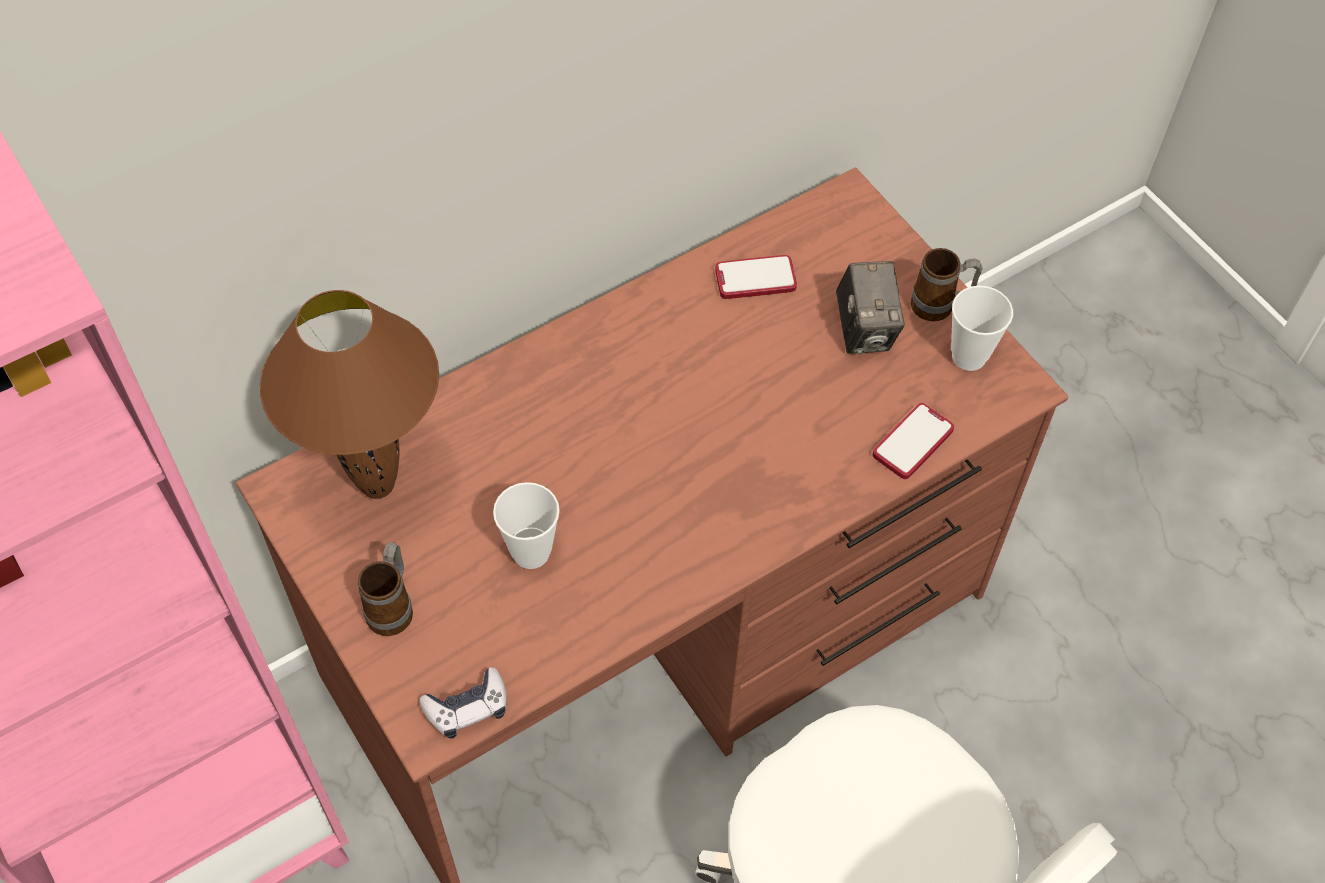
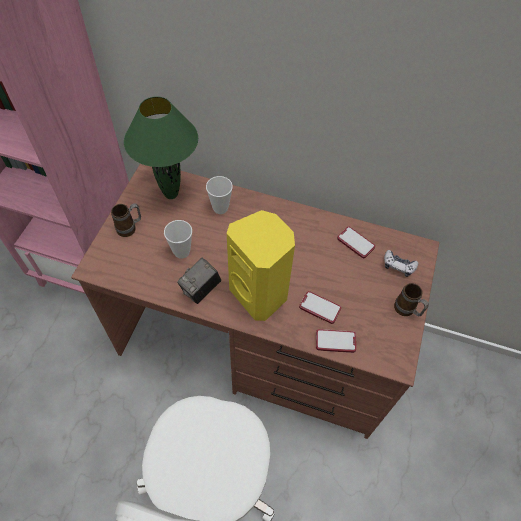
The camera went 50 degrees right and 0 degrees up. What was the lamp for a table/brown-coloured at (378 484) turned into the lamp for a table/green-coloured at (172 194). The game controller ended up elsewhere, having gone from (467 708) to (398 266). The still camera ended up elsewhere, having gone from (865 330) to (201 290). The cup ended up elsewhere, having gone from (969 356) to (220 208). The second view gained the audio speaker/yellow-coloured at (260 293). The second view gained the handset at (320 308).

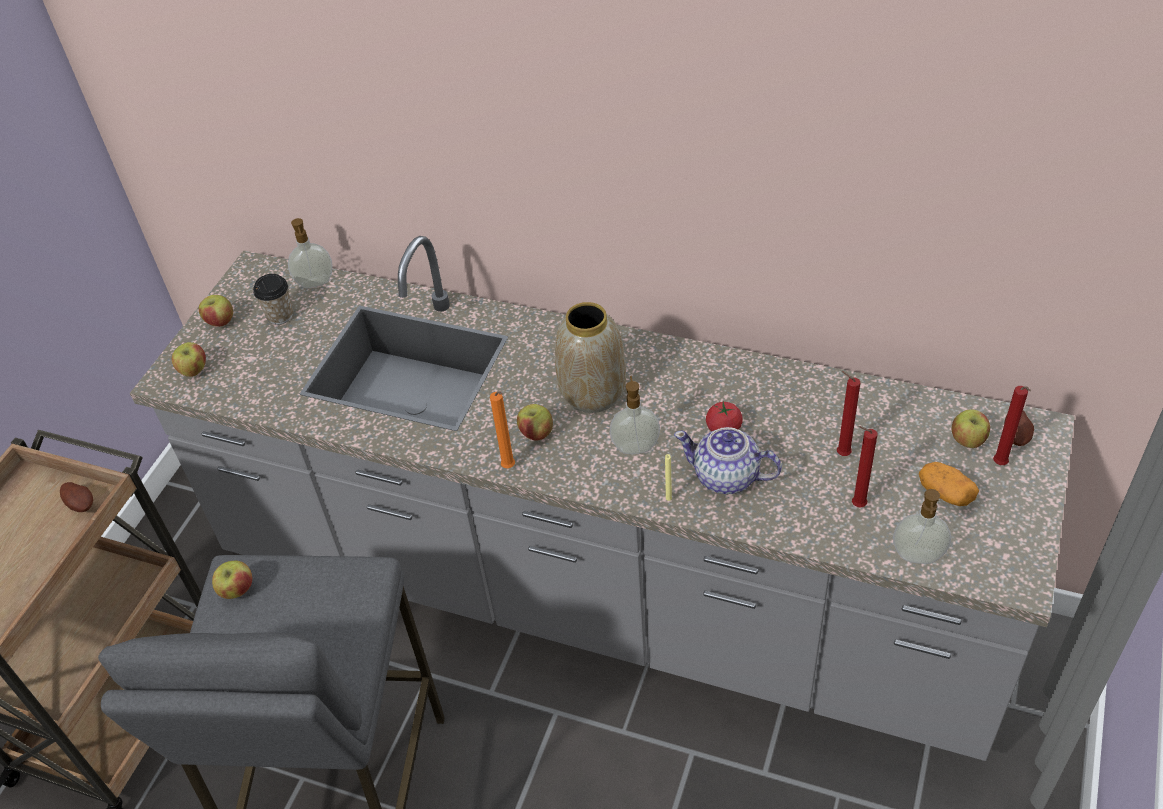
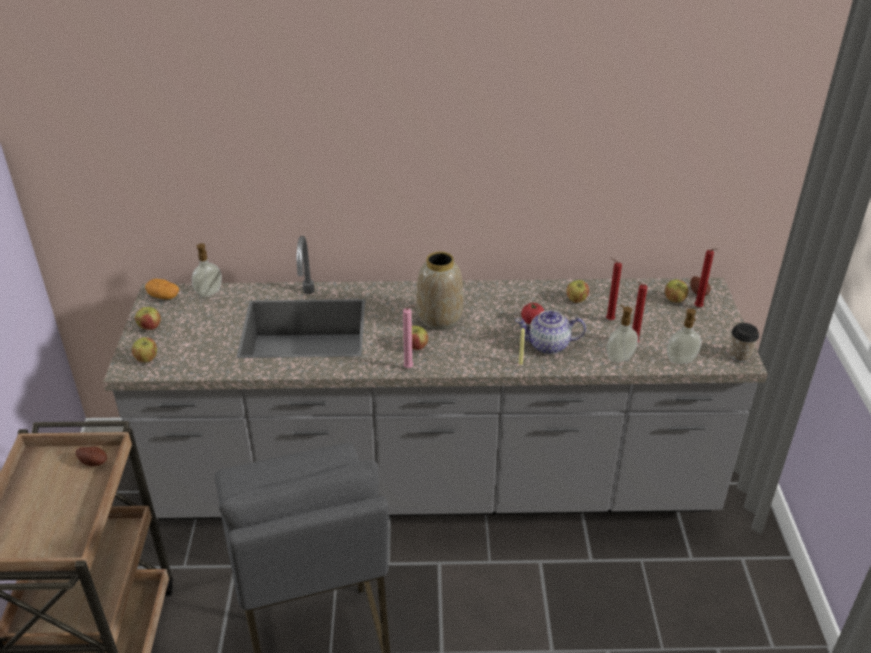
The camera went 25 degrees left and 10 degrees down. The apple fruit ended up elsewhere, having gone from (237 590) to (576 300). The cup ended up elsewhere, having gone from (280 315) to (739 356). What was the wax light/orange at (510 468) turned into the wax light/pink at (409 368). The soap dispenser ended up elsewhere, having gone from (635 446) to (619 358). The whole potato ended up elsewhere, having gone from (945 493) to (163 296).

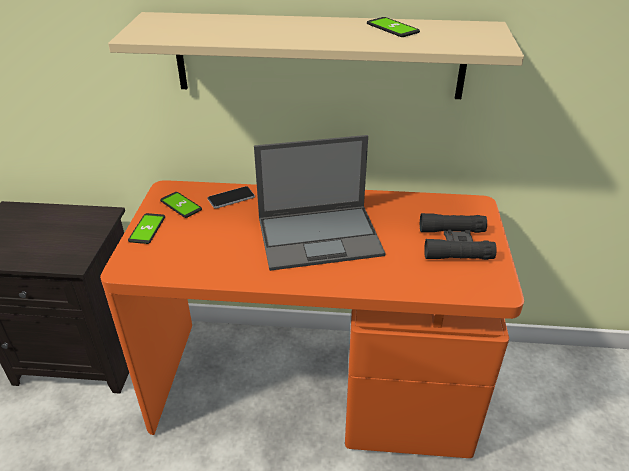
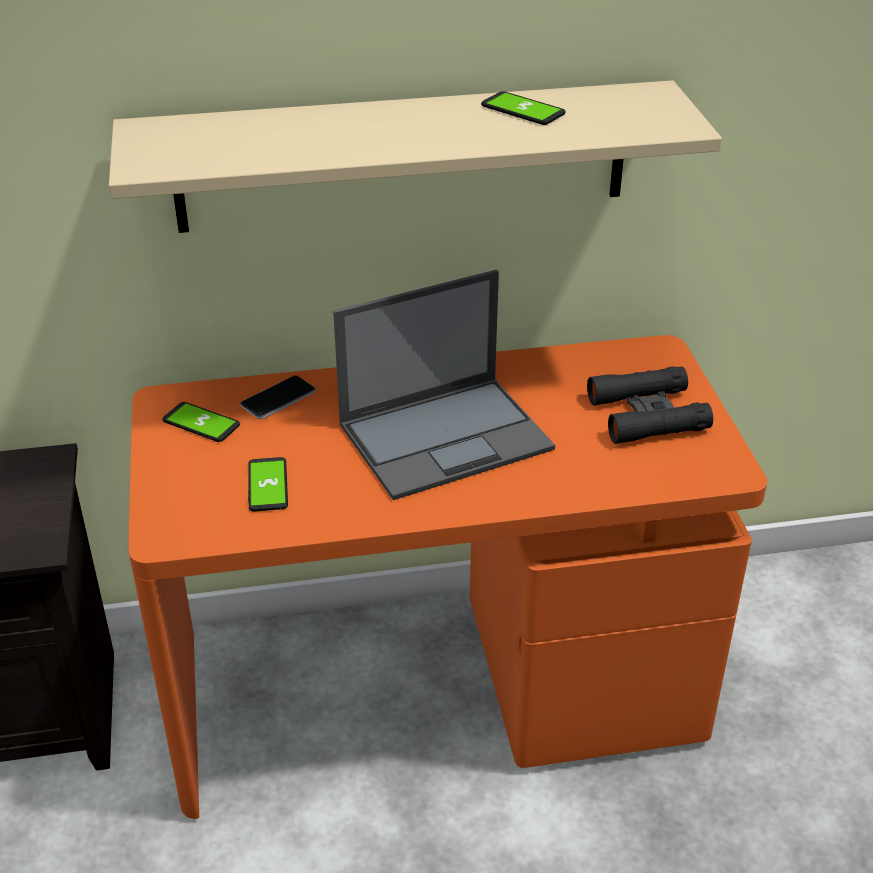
The camera went 15 degrees left and 0 degrees up. The handset ended up elsewhere, having gone from (147 229) to (267 485).

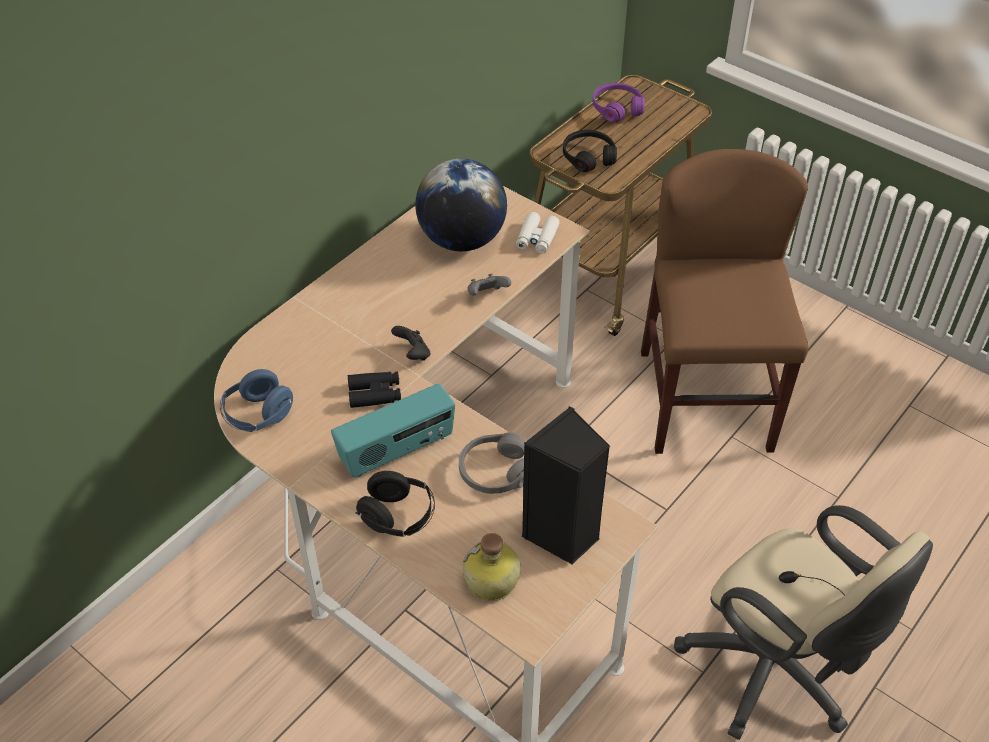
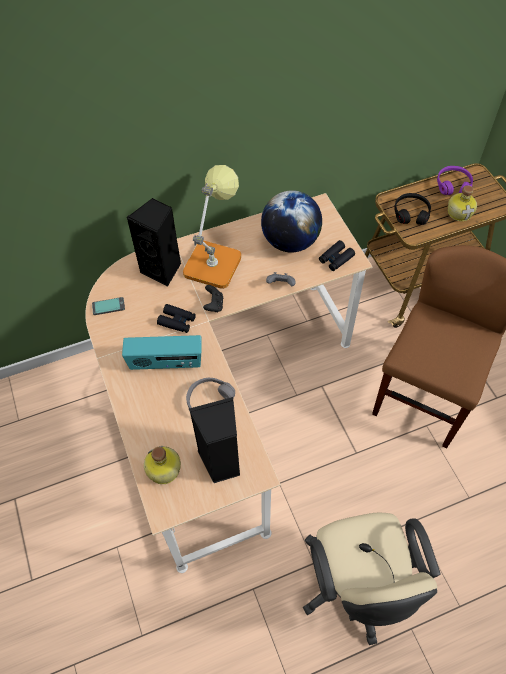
The camera went 30 degrees right and 10 degrees up. Where the headphones/blue-coloured stood at (258 415), the handset came to stand at (108 306). The second view lost the headphones/blackish at (398 517). What was the binoculars/whitish at (537 238) turned into the binoculars/blackish at (336 259). The second view gained the audio speaker/blackish at (163 269). The second view gained the lamp for a table at (215 259). The second view gained the beverage bottle at (460 212).

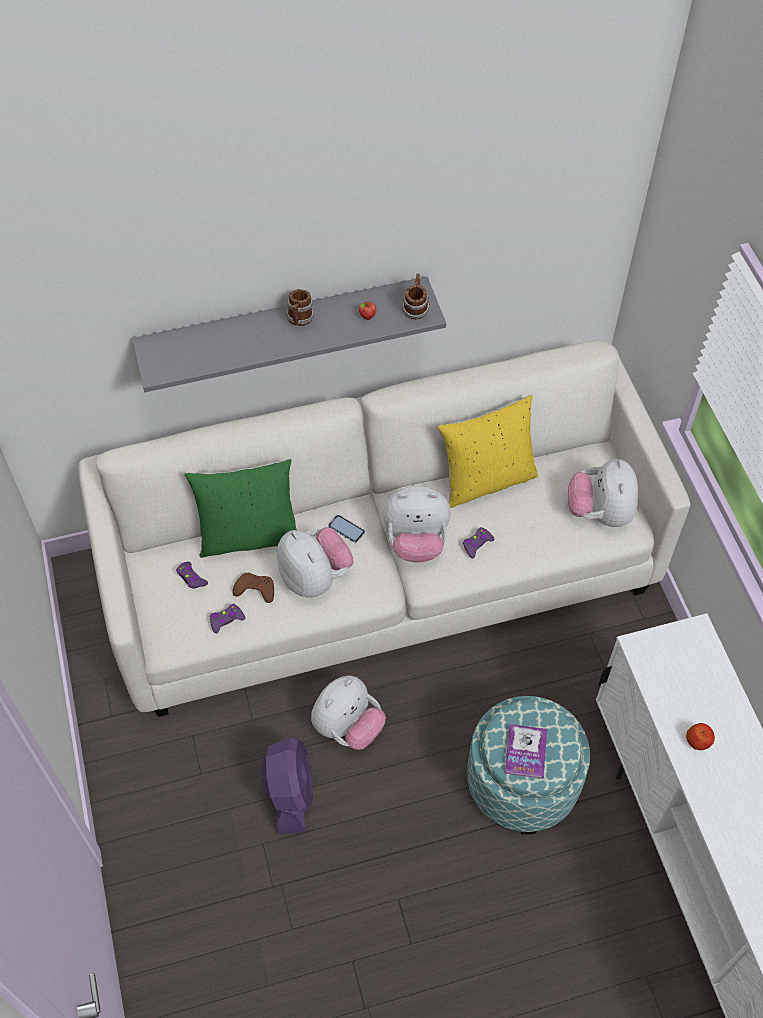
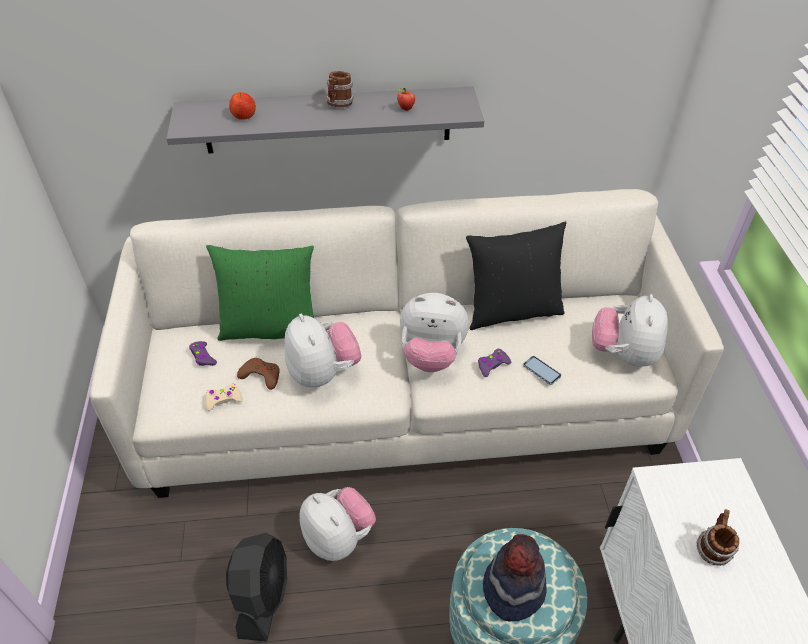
The camera went 10 degrees right and 10 degrees down. What was the game controller/purple-coloured at (226 620) turned into the game controller/beige at (224 399). What was the fan/purple-coloured at (290 792) turned into the fan/blackish at (263 596). The cuddly toy at (348 726) ended up facing another way, 90 degrees counterclockwise from before. The handset ended up elsewhere, having gone from (346 529) to (541 371). The tea mug ended up elsewhere, having gone from (415 309) to (712 549). What was the cushion/yellow-coloured at (486 479) turned into the cushion/blackish at (512 310). Where the book stood at (525 752), the clothing hat came to stand at (513 589). The apple fruit ended up elsewhere, having gone from (698 741) to (244 116).

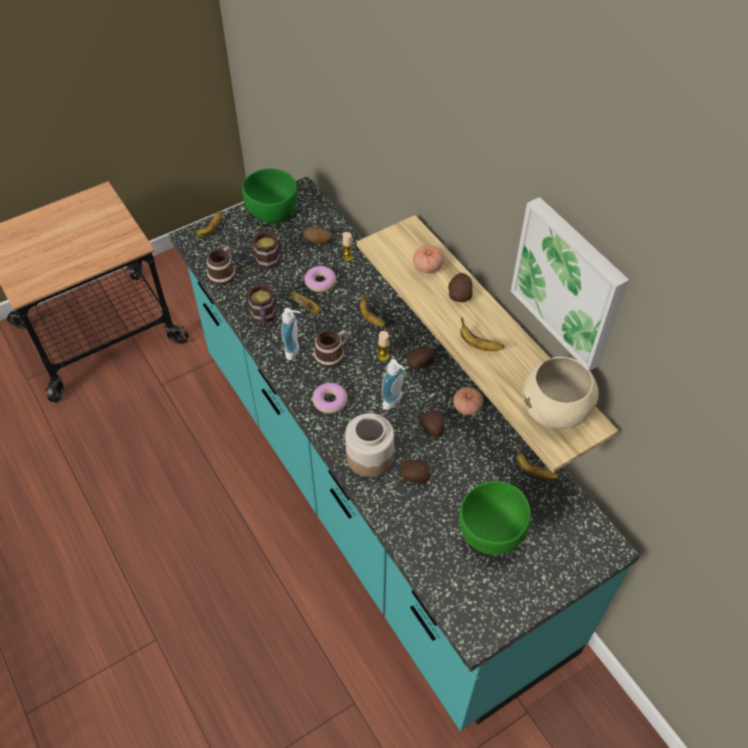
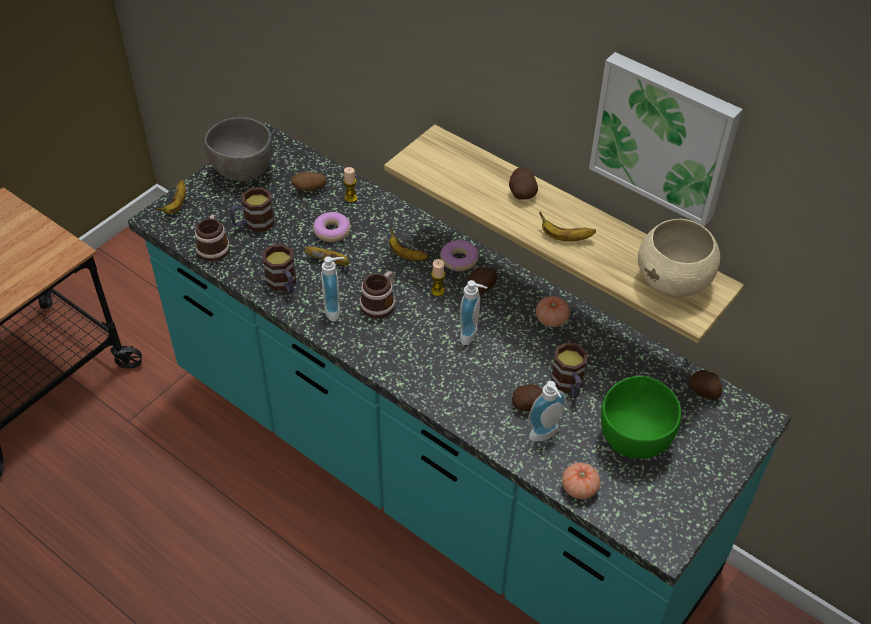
The camera went 20 degrees left and 5 degrees down. What was the bowl/green-coloured at (272 213) turned into the bowl/grey at (242 171). The donut ended up elsewhere, having gone from (330 401) to (459 260). The second view lost the storage jar at (369 456). The whole tomato ended up elsewhere, having gone from (427 266) to (579 488). The whole potato ended up elsewhere, having gone from (432 429) to (704 392). The second view lost the banana at (533 471). The second view gained the soap dispenser at (546 436). The second view gained the tea mug at (569 385).

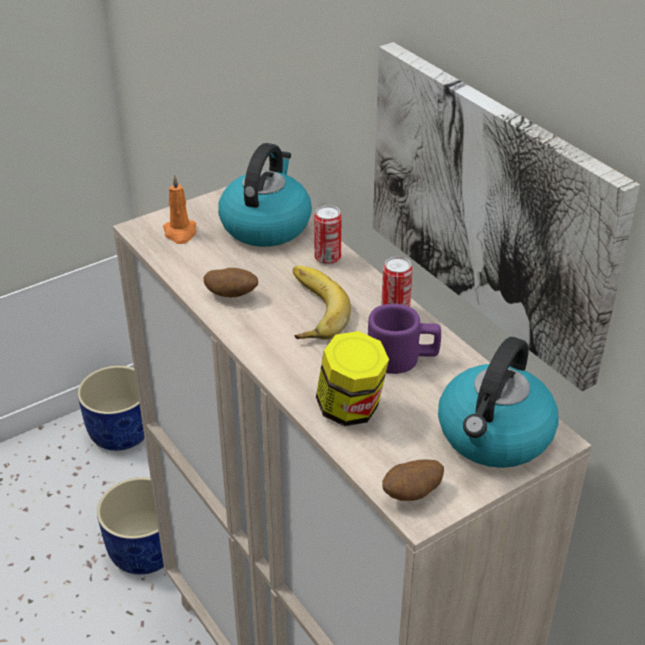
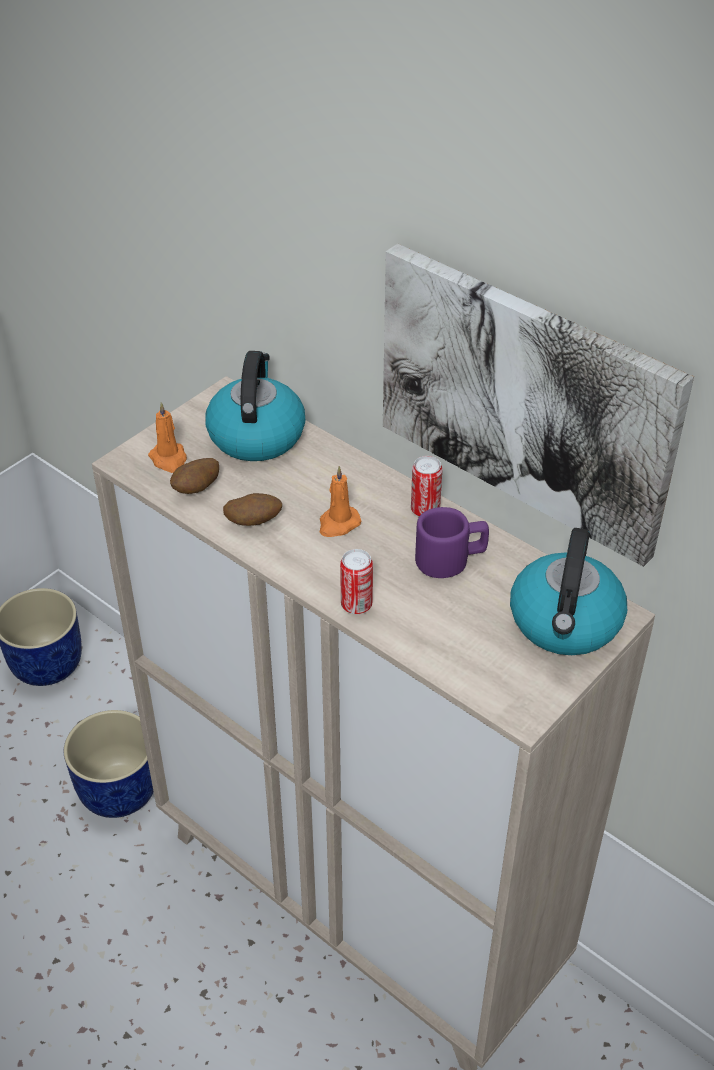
The camera went 15 degrees left and 5 degrees up. Where the banana stood at (308 310), the wax light/orange came to stand at (338 524). The can ended up elsewhere, having gone from (327 258) to (356 605). The second view lost the storage jar at (350 409). The whole potato ended up elsewhere, having gone from (412 494) to (197 489).

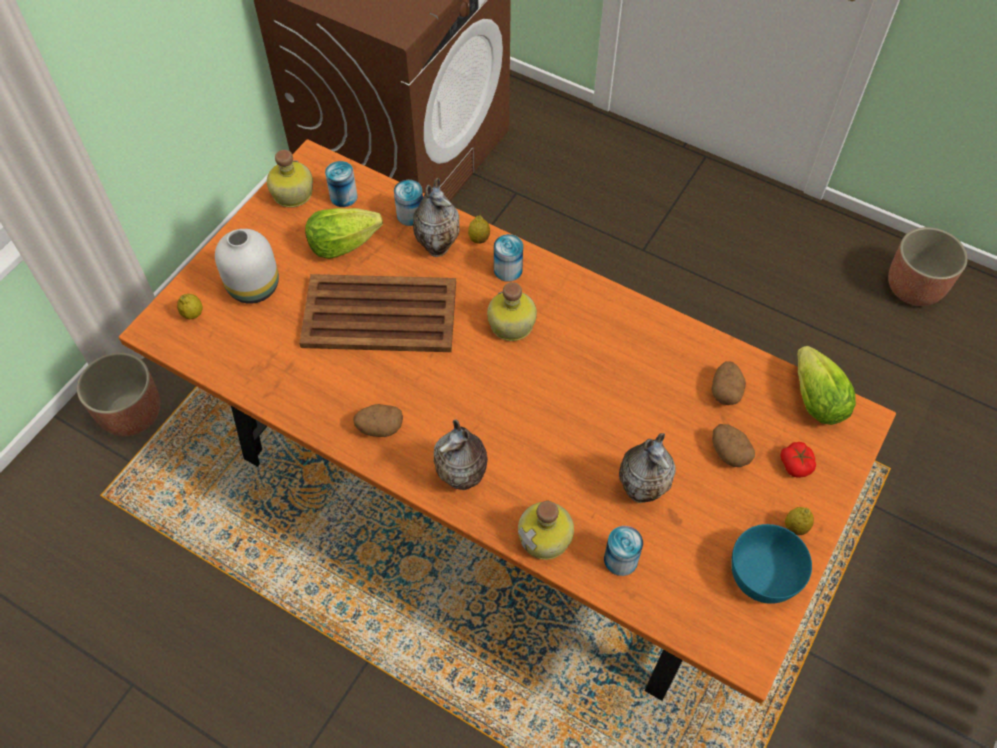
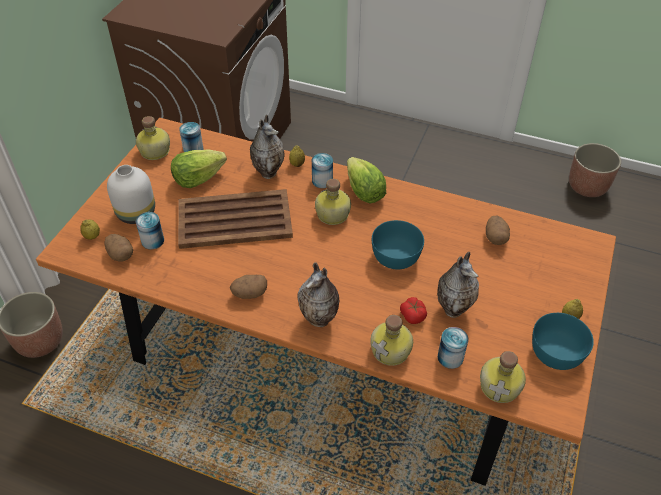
The camera went 10 degrees left and 10 degrees down. The can ended up elsewhere, having gone from (410 215) to (152 241). The whole potato ended up elsewhere, having gone from (729 452) to (120 254). The whole tomato ended up elsewhere, having gone from (796 464) to (413 315). The lettuce ended up elsewhere, having gone from (816 400) to (364 192). The second view gained the bowl/turquoise-coloured at (396 257). The second view gained the beverage bottle at (500 386).

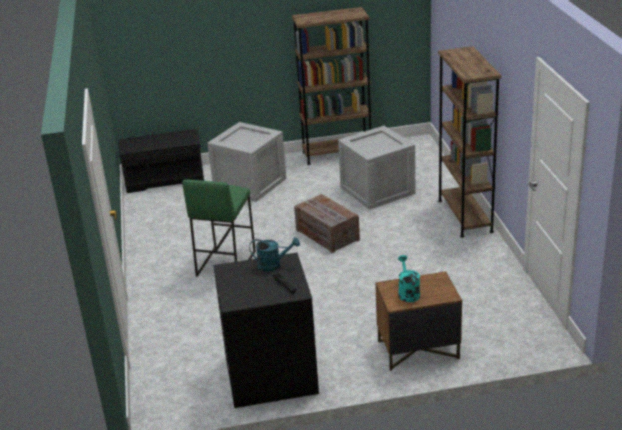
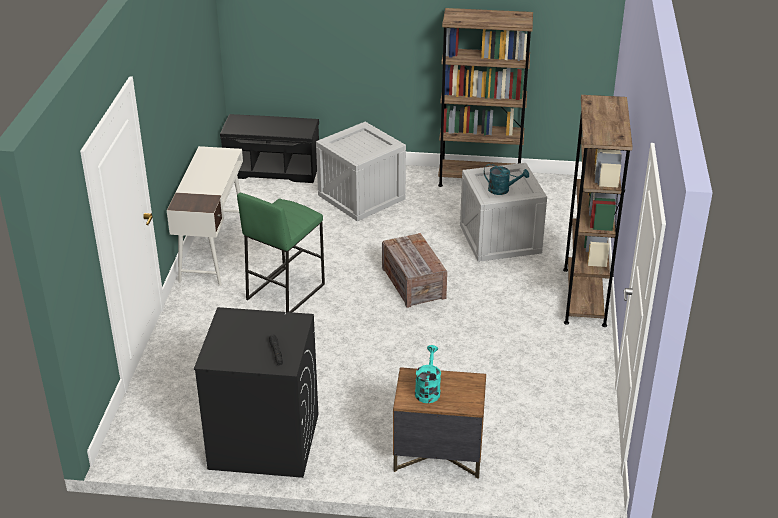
The camera went 15 degrees right and 5 degrees up. The sprinkling can/turquoise-coloured ended up elsewhere, having gone from (273 265) to (503 190). The second view gained the desk/whitish at (213 250).

